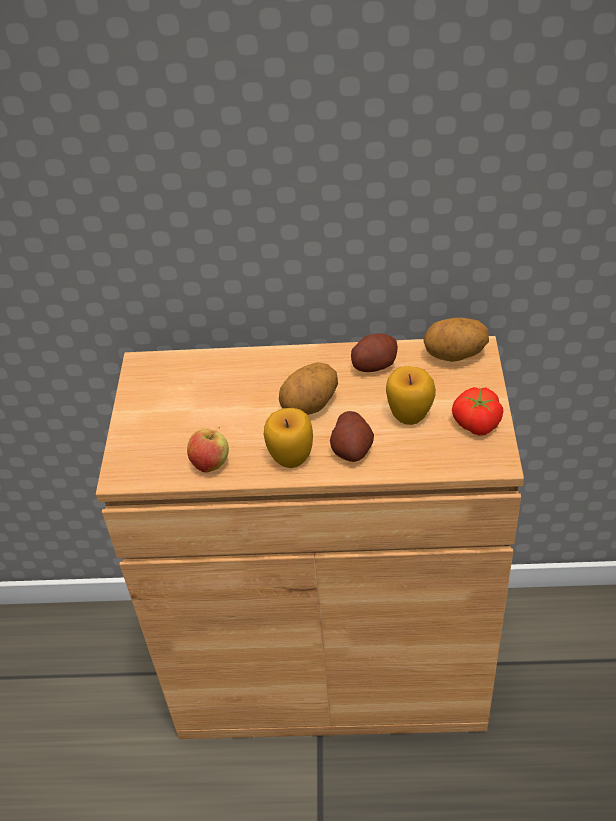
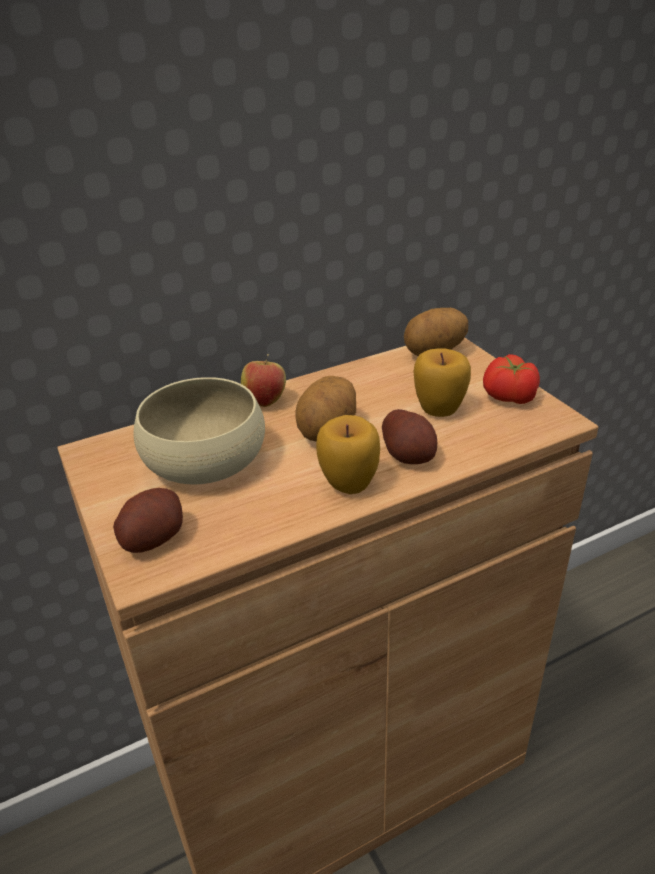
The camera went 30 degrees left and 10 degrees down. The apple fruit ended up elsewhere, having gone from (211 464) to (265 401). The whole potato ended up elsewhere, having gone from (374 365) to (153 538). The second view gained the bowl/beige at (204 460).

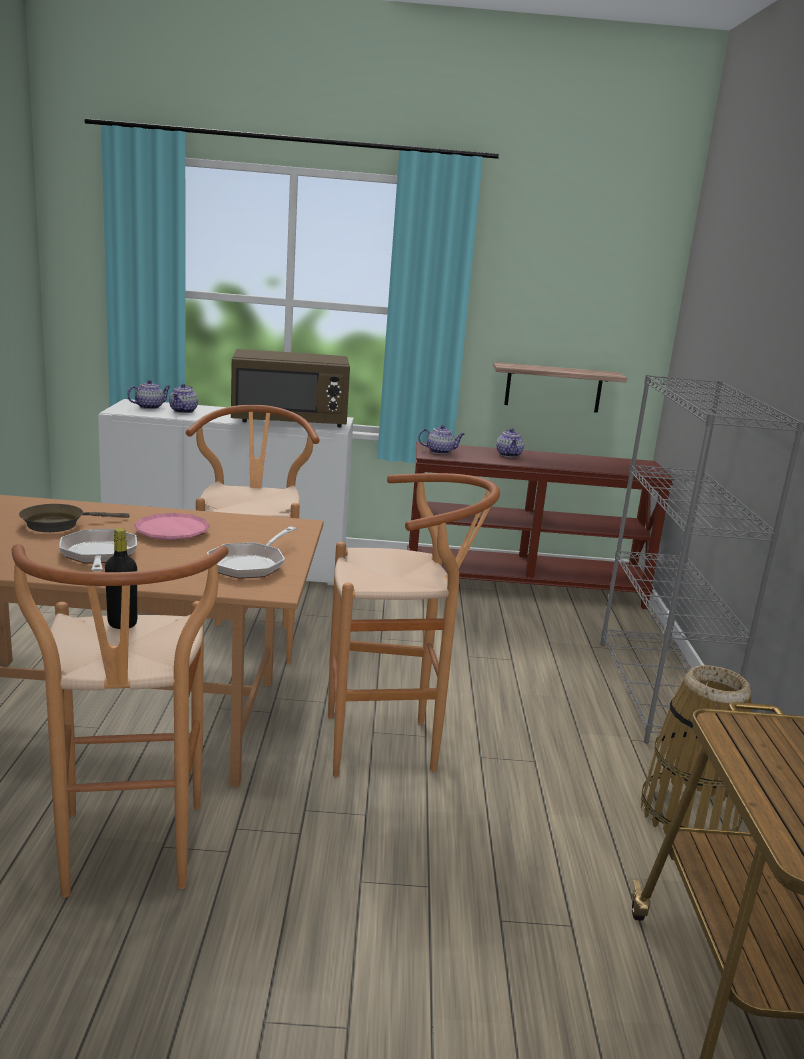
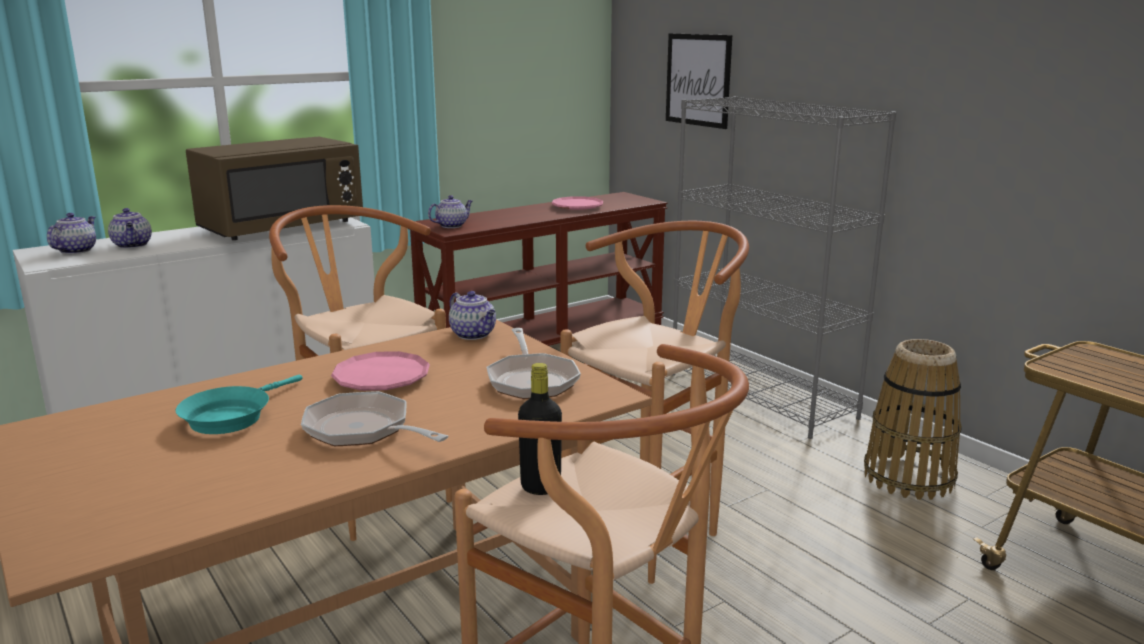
The camera went 35 degrees left and 0 degrees up. What was the frying pan/brown-coloured at (58 524) turned into the frying pan/turquoise-coloured at (231 417). The second view lost the wall shelf at (553 387). The tea pot ended up elsewhere, having gone from (509 455) to (474 335). The second view gained the dinner plate/pink at (577 207). The second view gained the wall art at (698 80).

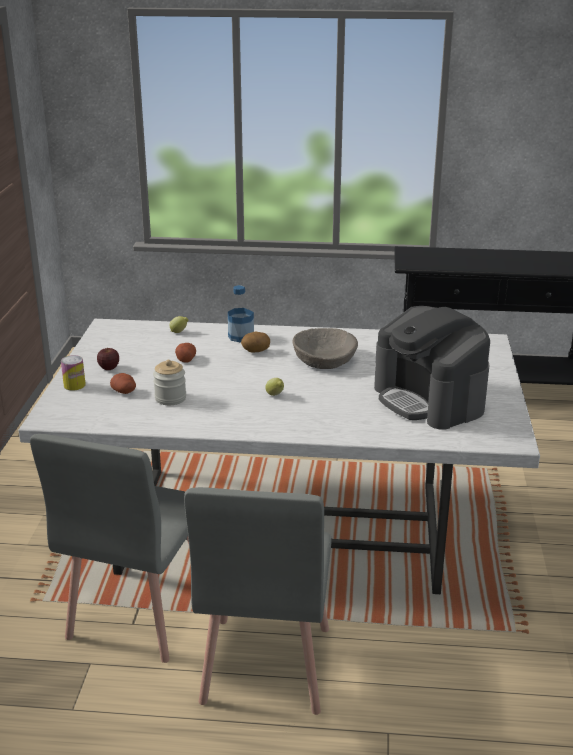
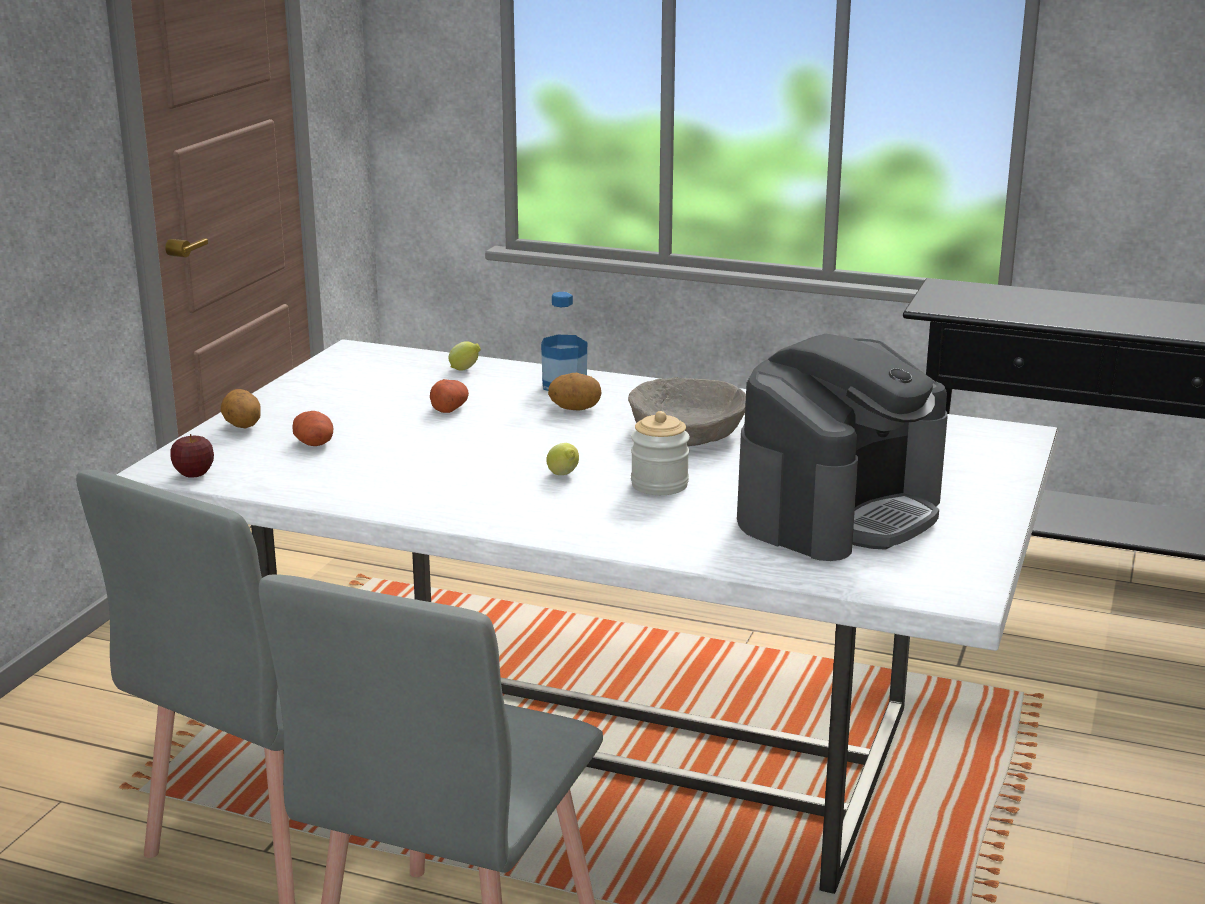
The camera went 15 degrees right and 5 degrees down. Where the can stood at (74 385), the whole potato came to stand at (242 426). The apple fruit ended up elsewhere, having gone from (108 368) to (194 474). The storage jar ended up elsewhere, having gone from (170 398) to (659 485). The coffee machine at (429 399) ended up facing another way, 120 degrees counterclockwise from before.

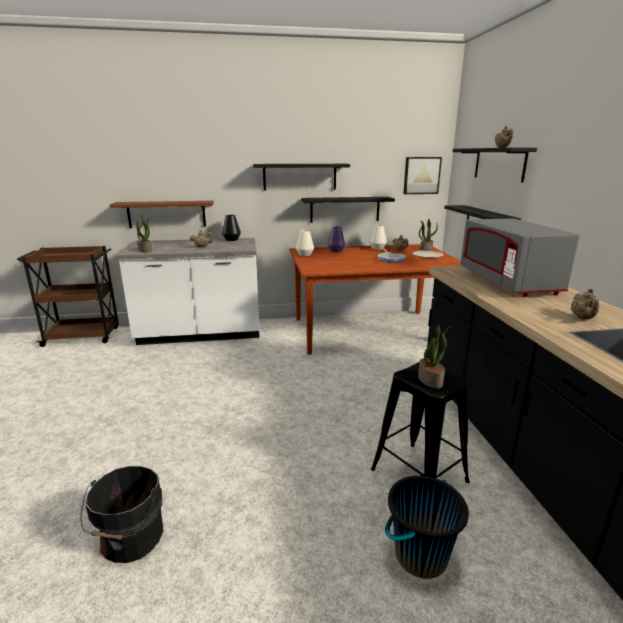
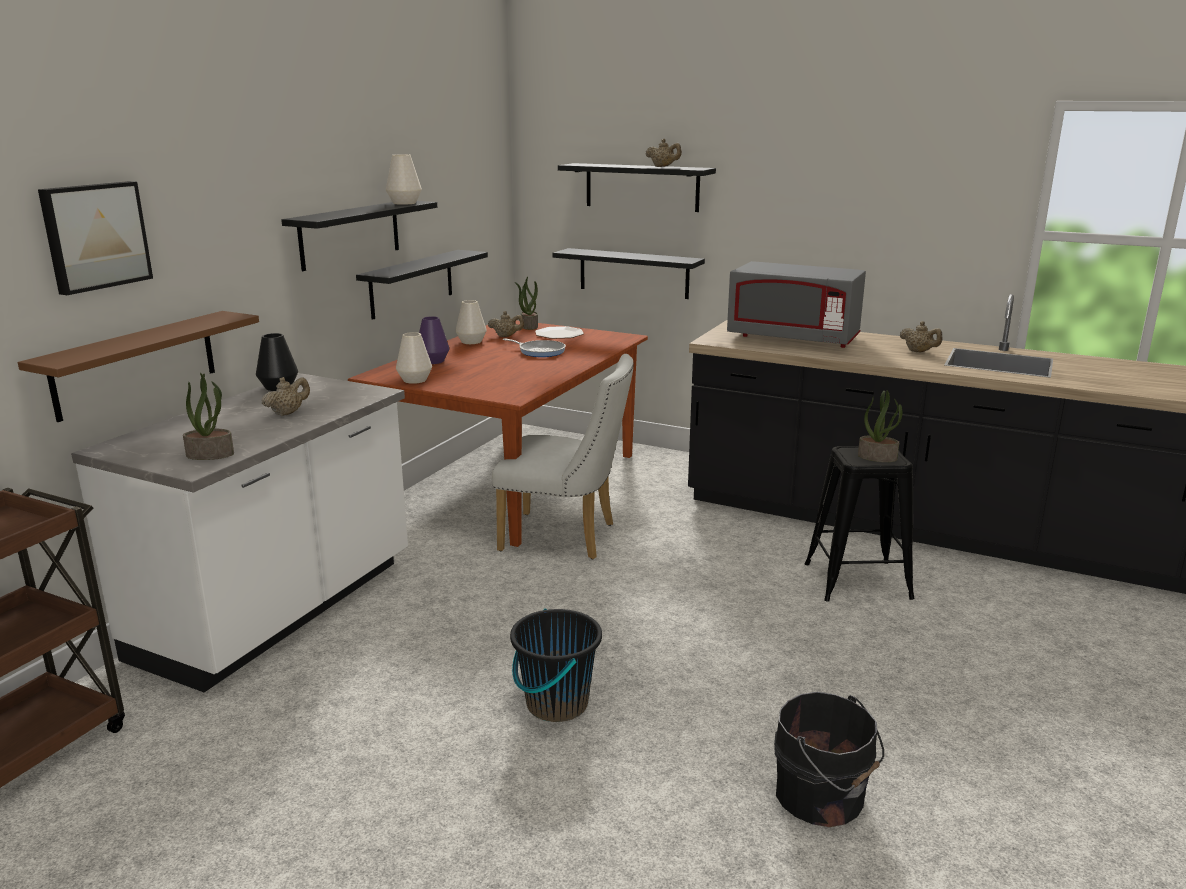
The camera went 55 degrees left and 0 degrees up. The water bucket/blackish ended up elsewhere, having gone from (420 555) to (556 704). The wall art ended up elsewhere, having gone from (421 175) to (94 236). The second view gained the flower vase/whitish at (404 203). The second view gained the upright chair/whitish at (567 537).

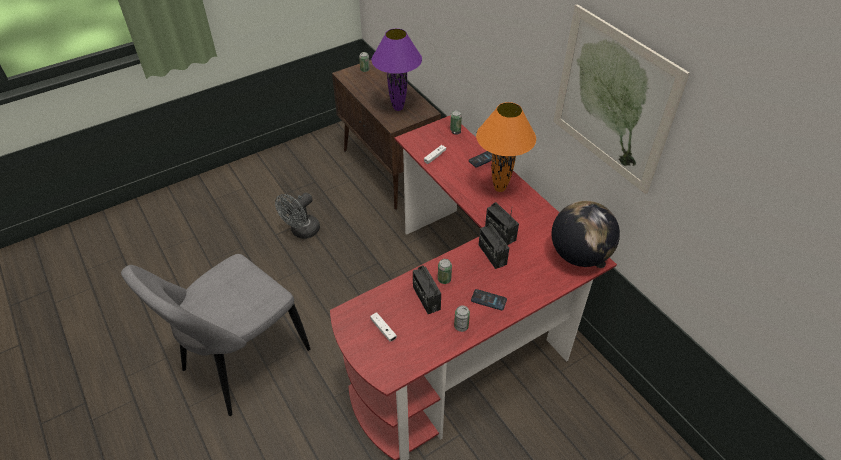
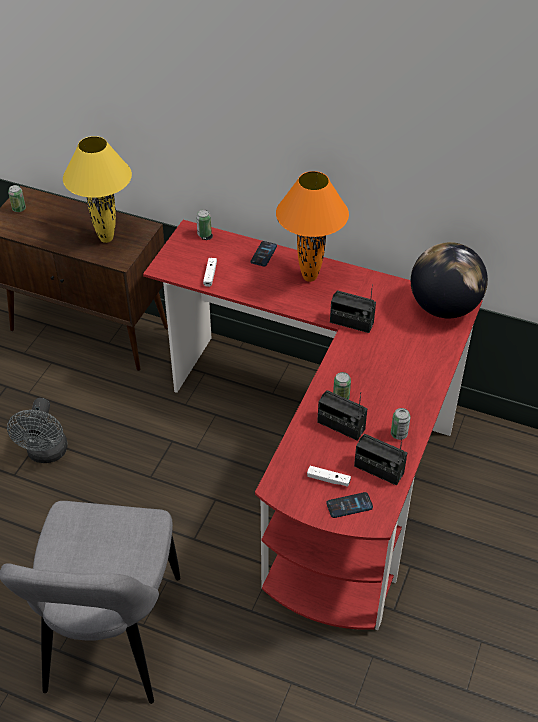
The camera went 35 degrees left and 0 degrees up. What was the lamp for a table/purple-coloured at (398 108) turned into the lamp for a table/yellow-coloured at (107 238). The handset ended up elsewhere, having gone from (488 300) to (349 505). The radio receiver ended up elsewhere, having gone from (492 254) to (378 470). The second view lost the wall art at (613 100).

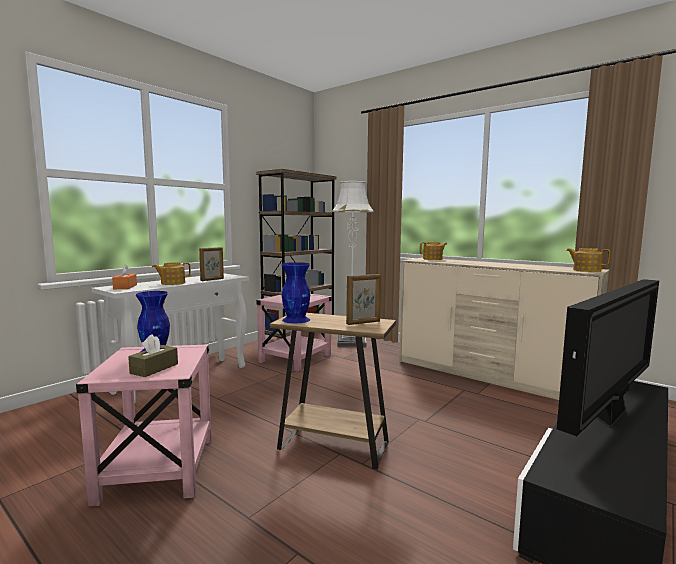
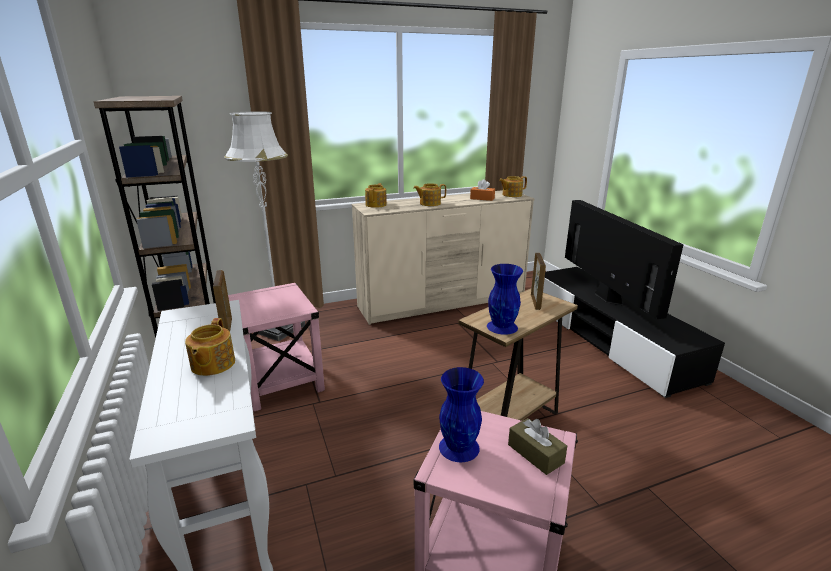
The camera went 60 degrees left and 15 degrees up. The tissue box/orange ended up elsewhere, having gone from (125 287) to (482 198). The second view gained the tea pot at (429 203).

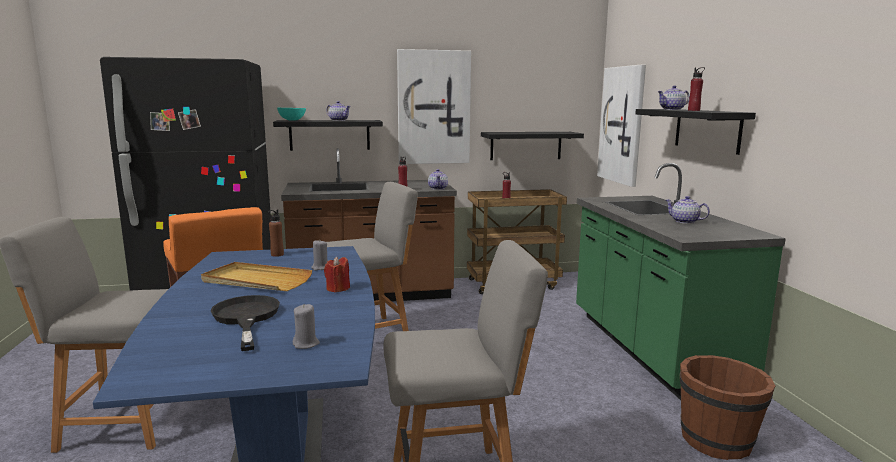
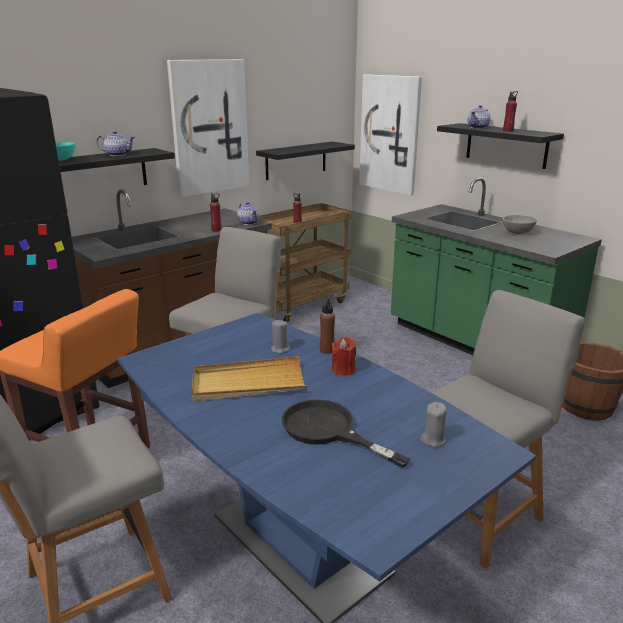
The camera went 30 degrees left and 10 degrees up. The beverage bottle/brown-coloured ended up elsewhere, having gone from (277 254) to (327 350). Where the tea pot stood at (685 221), the bowl/grey came to stand at (517 233).

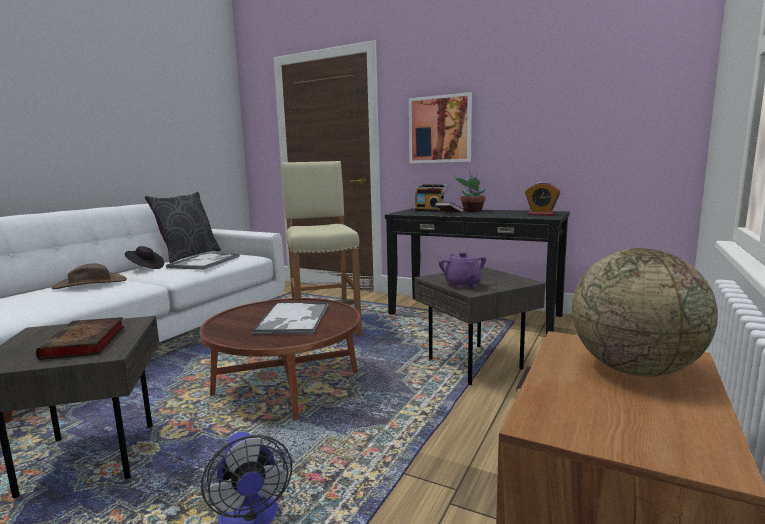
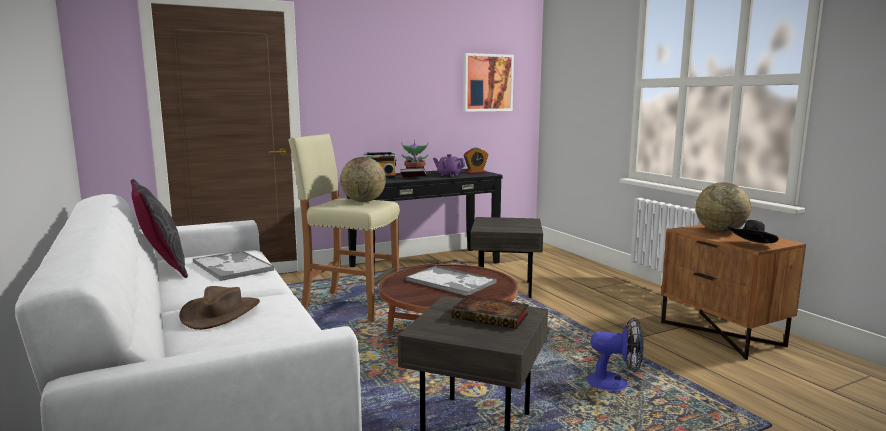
The camera went 55 degrees left and 0 degrees up. The clothing hat/blackish ended up elsewhere, having gone from (145 268) to (751 246). The wall art ended up elsewhere, having gone from (440 129) to (487 82). The tea pot/purple-coloured ended up elsewhere, having gone from (462 285) to (449 175). The second view gained the desk globe at (363 201).

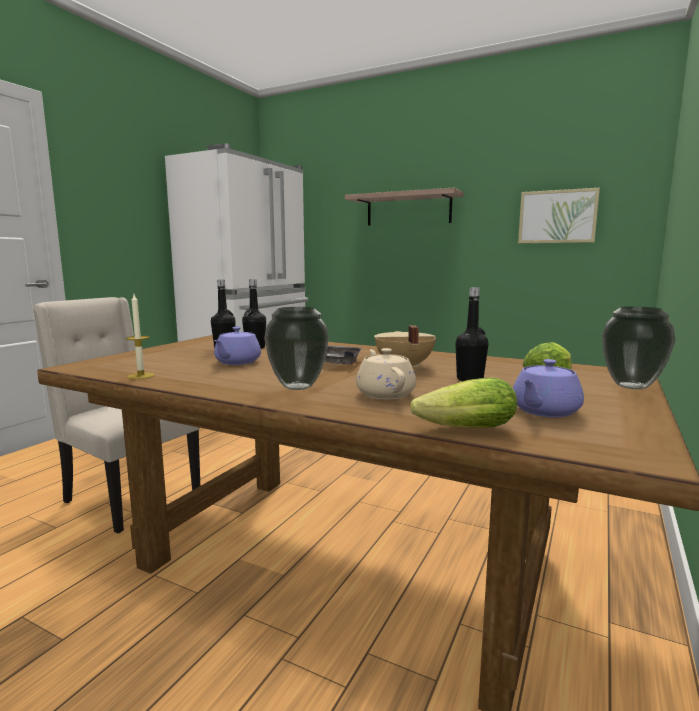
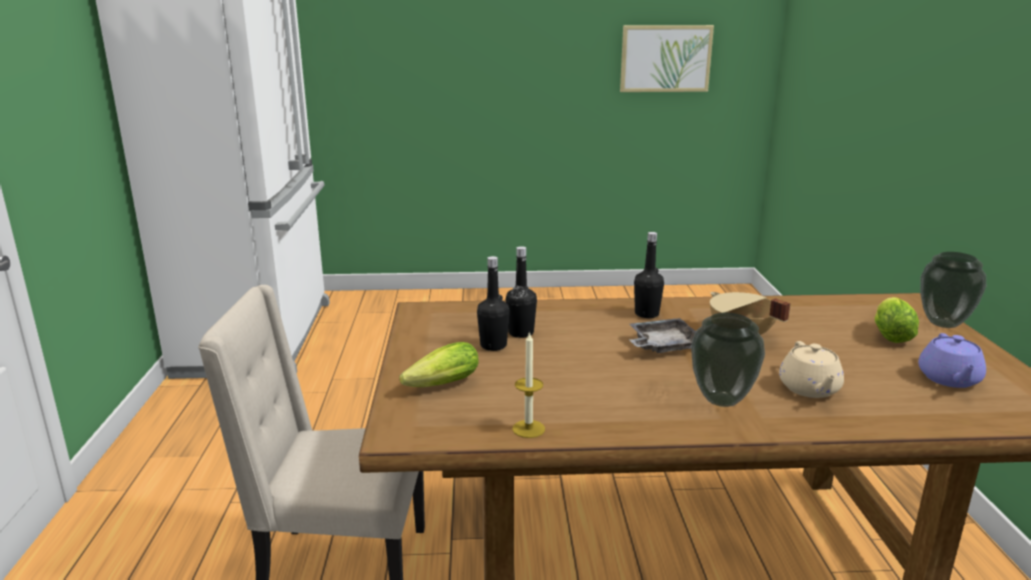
The camera went 30 degrees left and 10 degrees up. The second view lost the tea pot/purple-coloured at (237 362). The second view lost the wall shelf at (408 209). The tea pot/beige at (385 394) ended up facing another way, 135 degrees counterclockwise from before. The lettuce ended up elsewhere, having gone from (460 429) to (439 386). The beverage bottle/blackish ended up elsewhere, having gone from (470 379) to (646 314).

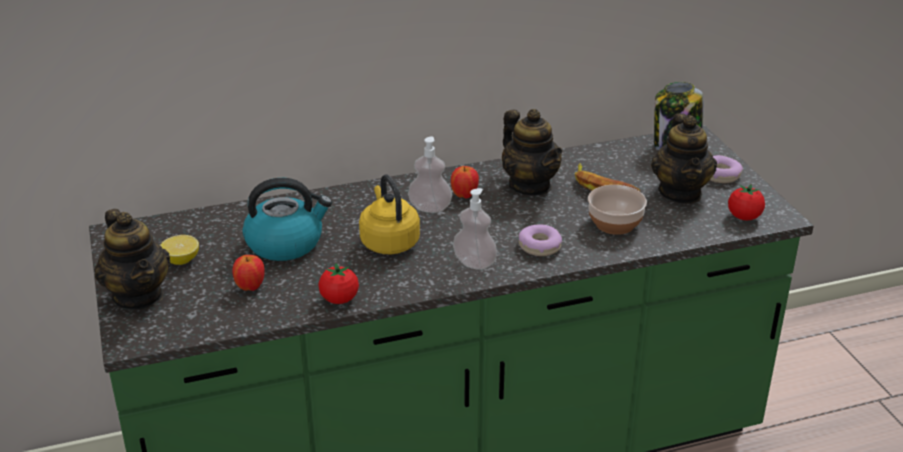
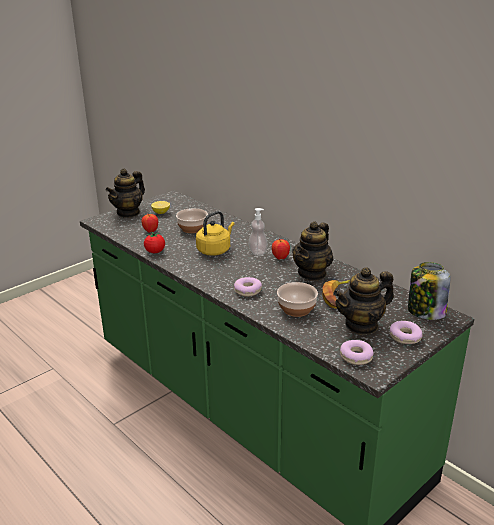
The camera went 65 degrees right and 5 degrees down. Where the tea kettle stood at (286 243), the bowl came to stand at (192 228). The second view lost the soap dispenser at (474 263). Where the whole tomato stood at (744 217), the donut came to stand at (356 357).

